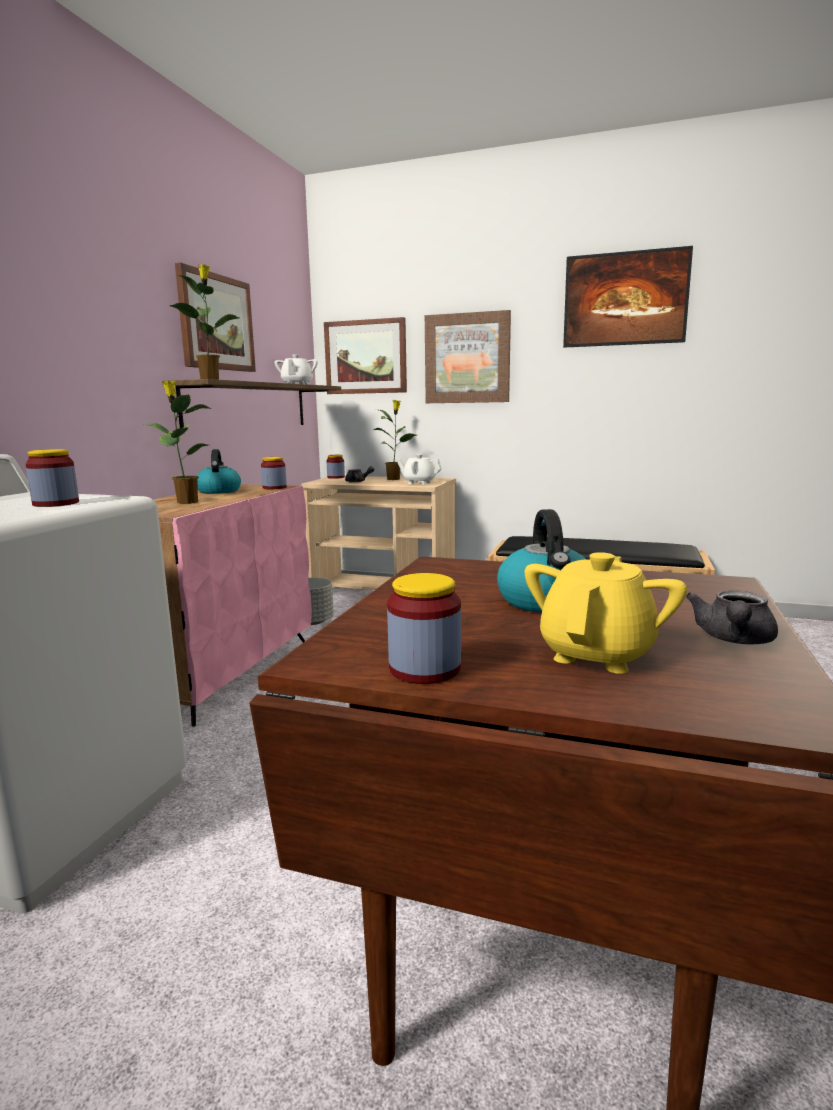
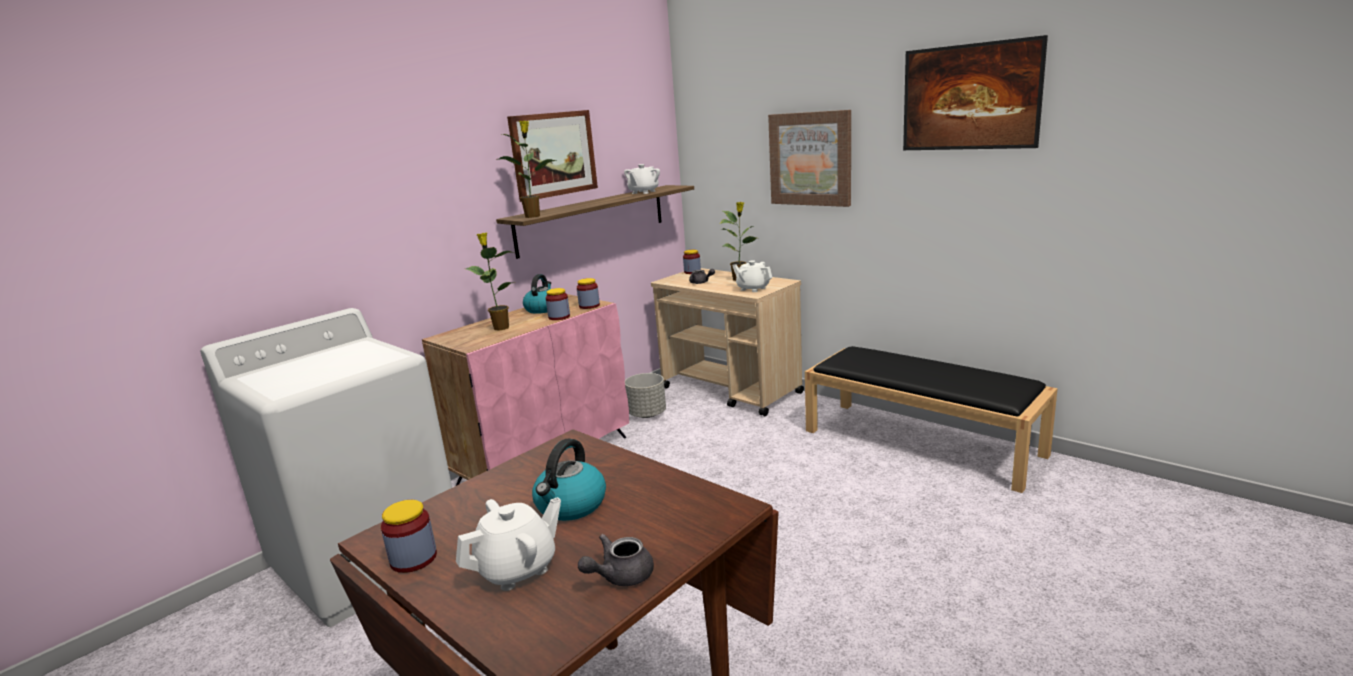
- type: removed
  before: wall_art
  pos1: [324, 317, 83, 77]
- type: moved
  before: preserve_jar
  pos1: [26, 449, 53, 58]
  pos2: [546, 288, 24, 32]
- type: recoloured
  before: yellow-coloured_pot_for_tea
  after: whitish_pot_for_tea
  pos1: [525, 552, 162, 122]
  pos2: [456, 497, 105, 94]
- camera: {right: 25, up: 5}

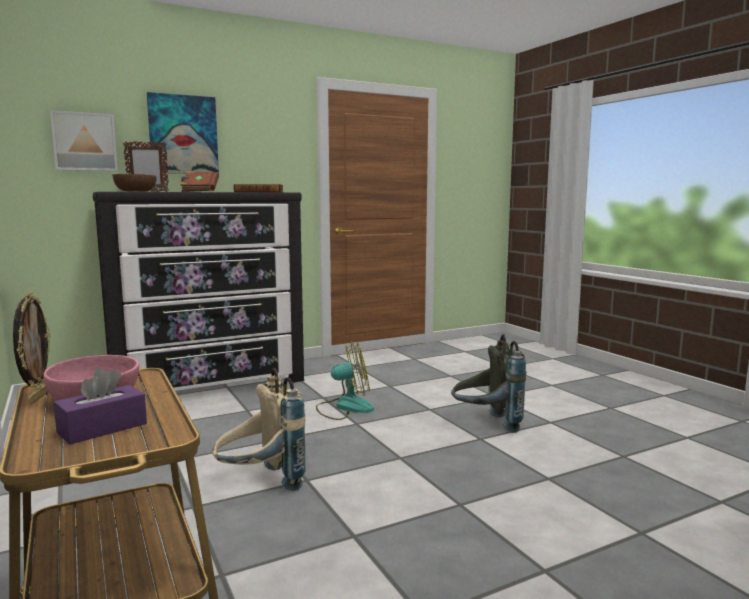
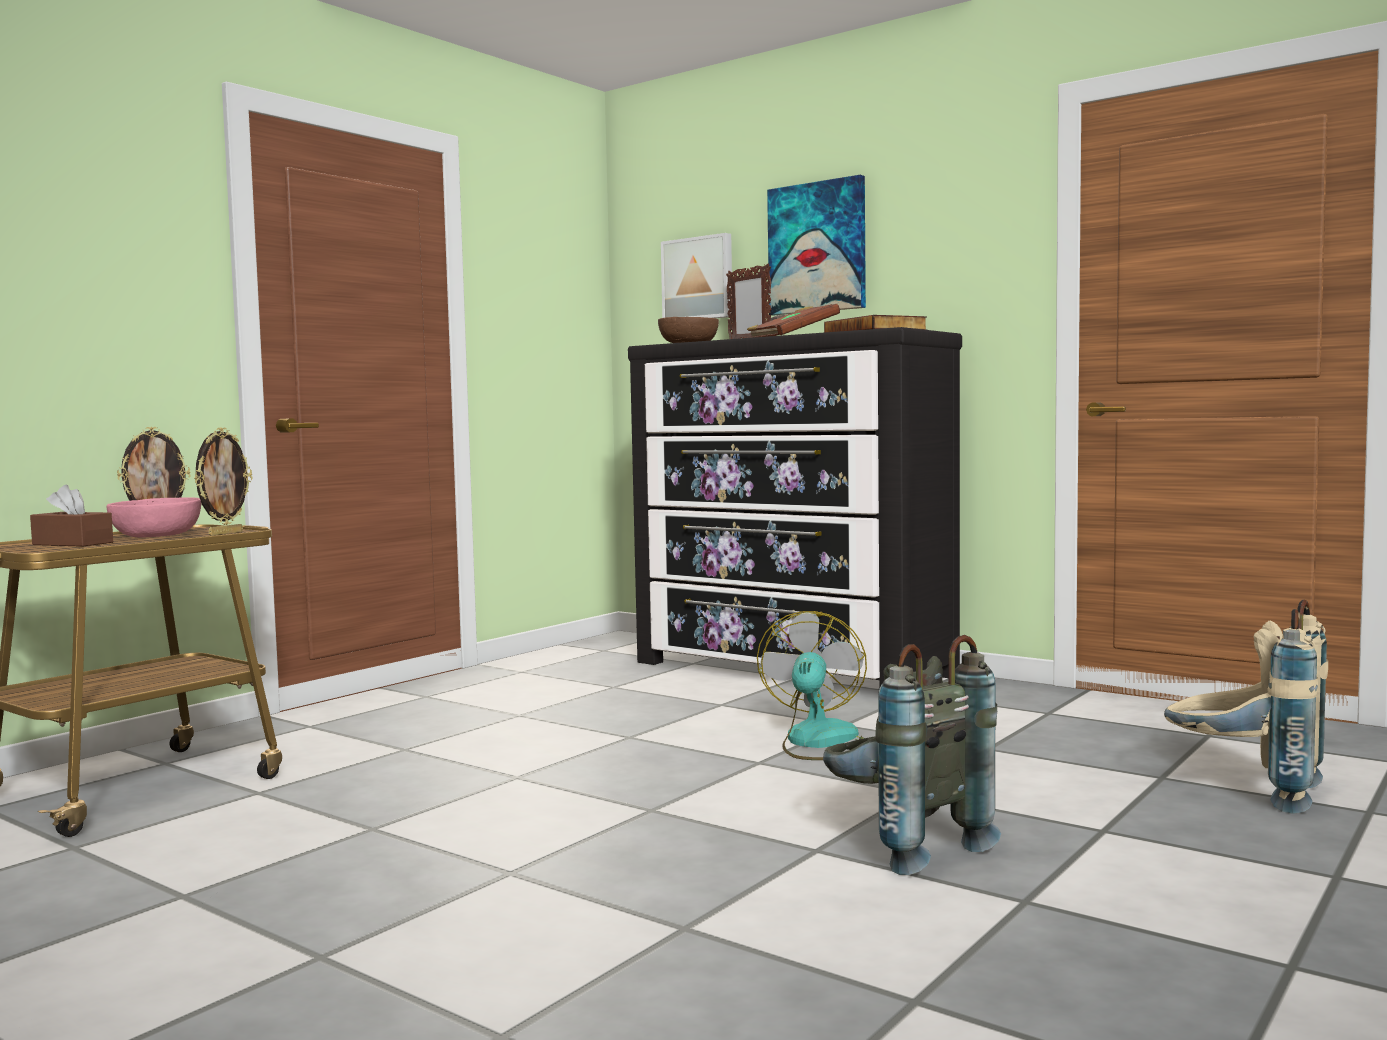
- type: added
  after: photo_frame
  pos2: [194, 427, 59, 109]
- type: moved
  before: beige-coloured_backpack
  pos1: [212, 368, 94, 123]
  pos2: [1164, 600, 164, 214]
- type: recoloured
  before: purplish_box_of_tissues
  after: brown_box_of_tissues
  pos1: [53, 367, 94, 77]
  pos2: [30, 485, 83, 62]
- type: turned
  before: cooling_fan
  pos1: [316, 341, 58, 79]
  pos2: [757, 611, 110, 149]
  turn: -135
- camera: {right: 65, up: -5}

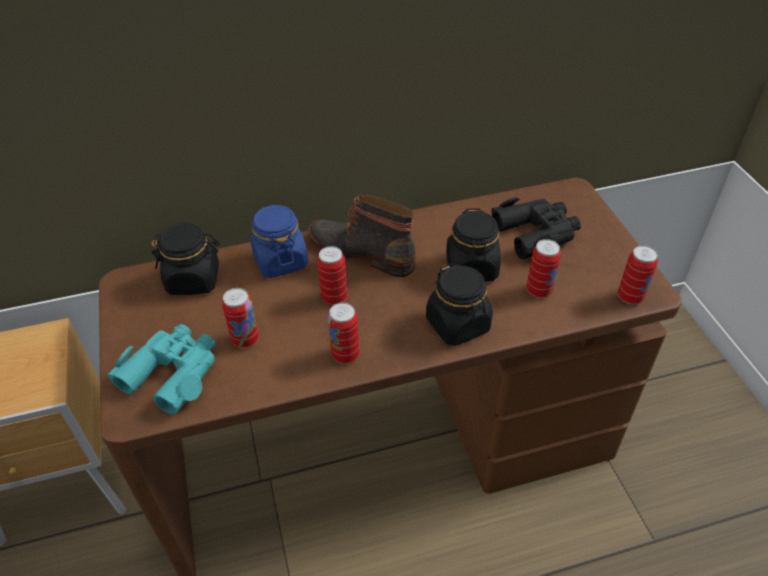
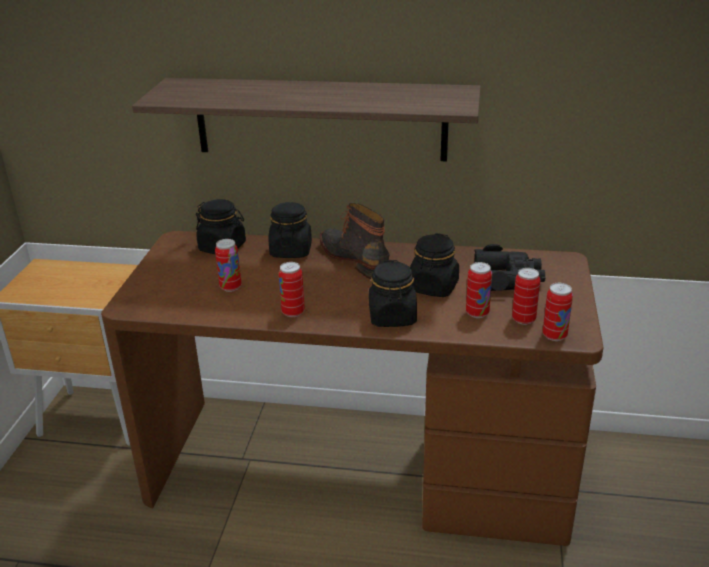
- type: removed
  before: turquoise_field_glasses
  pos1: [107, 324, 109, 91]
- type: added
  after: shelf
  pos2: [132, 78, 349, 84]
- type: moved
  before: metal_can
  pos1: [317, 246, 31, 59]
  pos2: [512, 268, 28, 57]
- type: recoloured
  before: bluish_preserve_jar
  after: black-coloured_preserve_jar
  pos1: [250, 204, 59, 74]
  pos2: [268, 202, 44, 56]
- camera: {right: 25, up: -15}

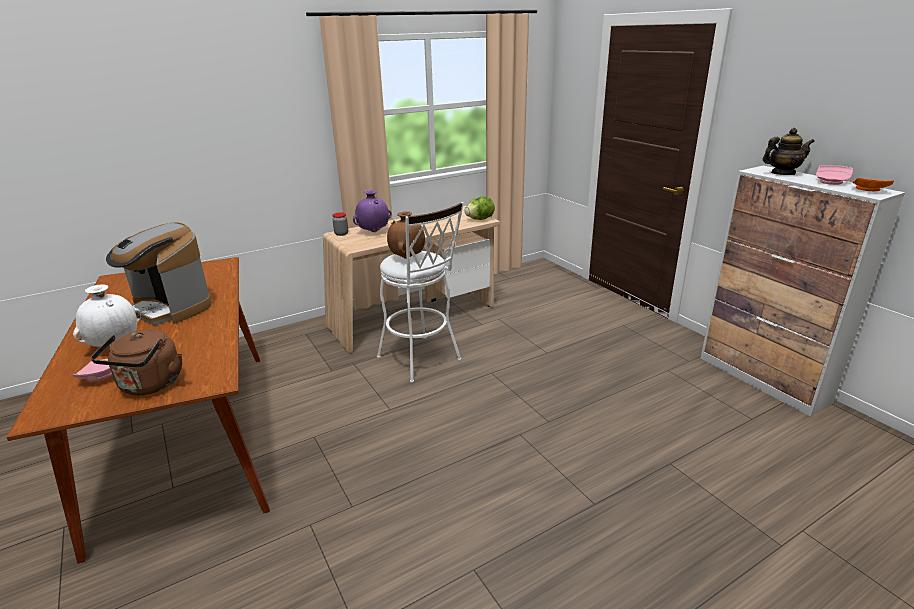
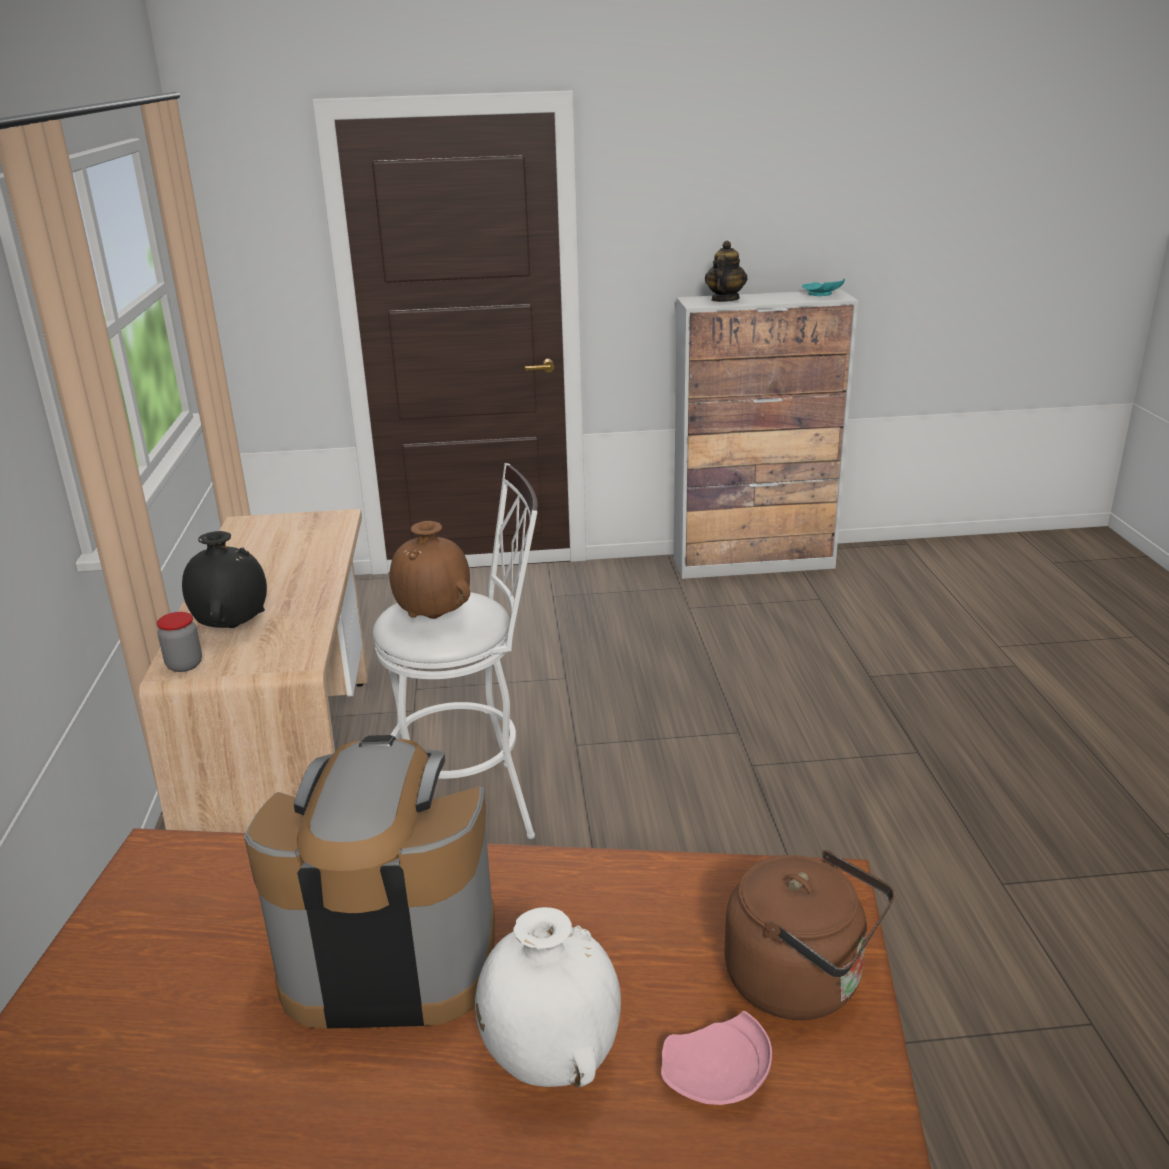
- type: removed
  before: head_of_lettuce
  pos1: [465, 197, 30, 23]
- type: removed
  before: pink-coloured_plate
  pos1: [816, 165, 37, 20]
- type: recoloured
  before: purplish_flower_vase
  after: black-coloured_flower_vase
  pos1: [353, 190, 38, 42]
  pos2: [182, 531, 85, 97]
- type: recoloured
  before: orange_plate
  after: turquoise_plate
  pos1: [852, 178, 42, 13]
  pos2: [802, 278, 43, 18]
- type: turned
  before: coffee_brewer
  pos1: [106, 223, 106, 103]
  pos2: [244, 735, 251, 293]
  turn: -150
- camera: {right: -65, up: 0}

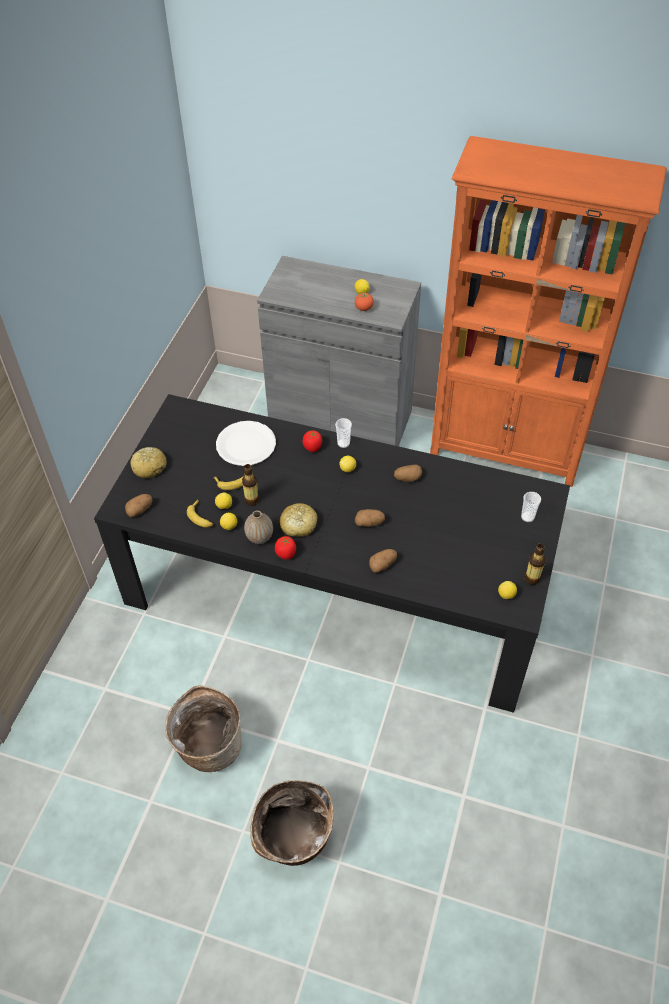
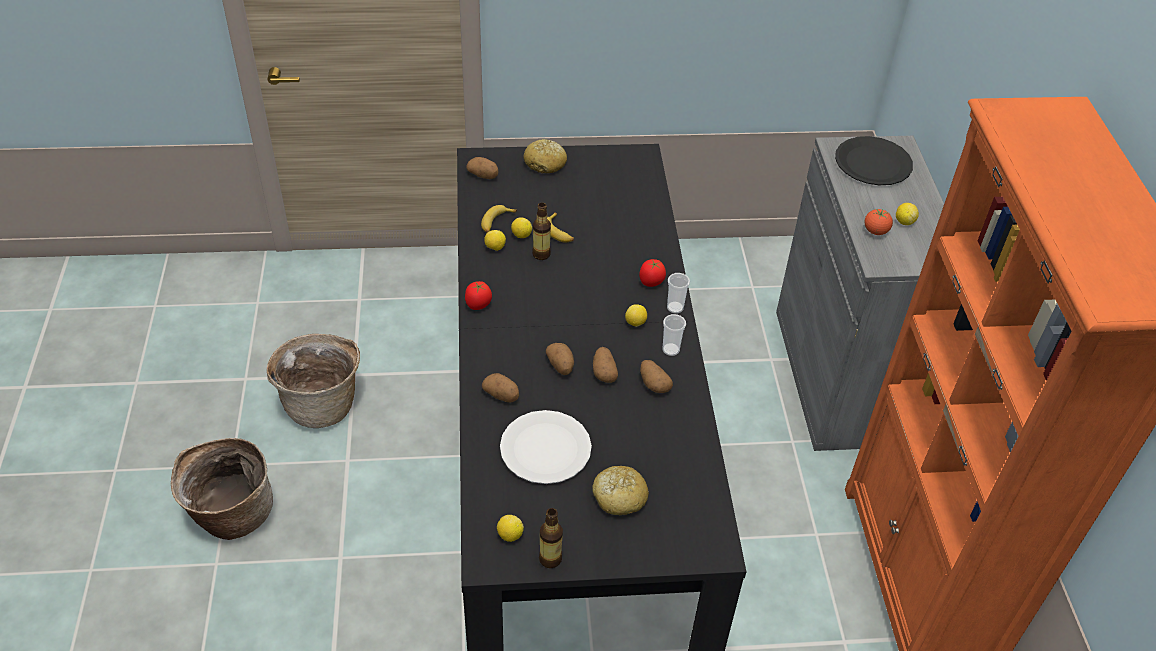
- type: removed
  before: flower_vase
  pos1: [244, 510, 29, 34]
- type: added
  after: potato
  pos2: [593, 347, 25, 36]
- type: added
  after: black-coloured_plate
  pos2: [835, 136, 78, 49]
- type: moved
  before: whitish_plate
  pos1: [216, 421, 60, 45]
  pos2: [500, 410, 92, 74]
- type: moved
  before: bakery_bread
  pos1: [280, 503, 37, 34]
  pos2: [593, 466, 56, 49]
- type: moved
  before: small_cup
  pos1: [521, 492, 20, 30]
  pos2: [662, 314, 24, 42]
- camera: {right: 65, up: -5}

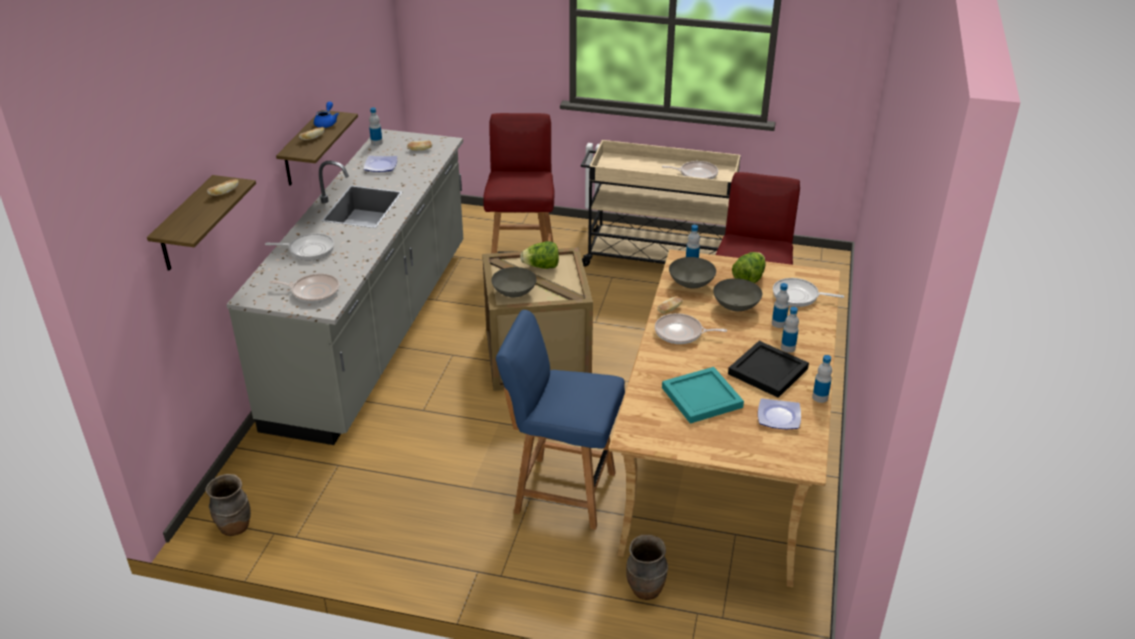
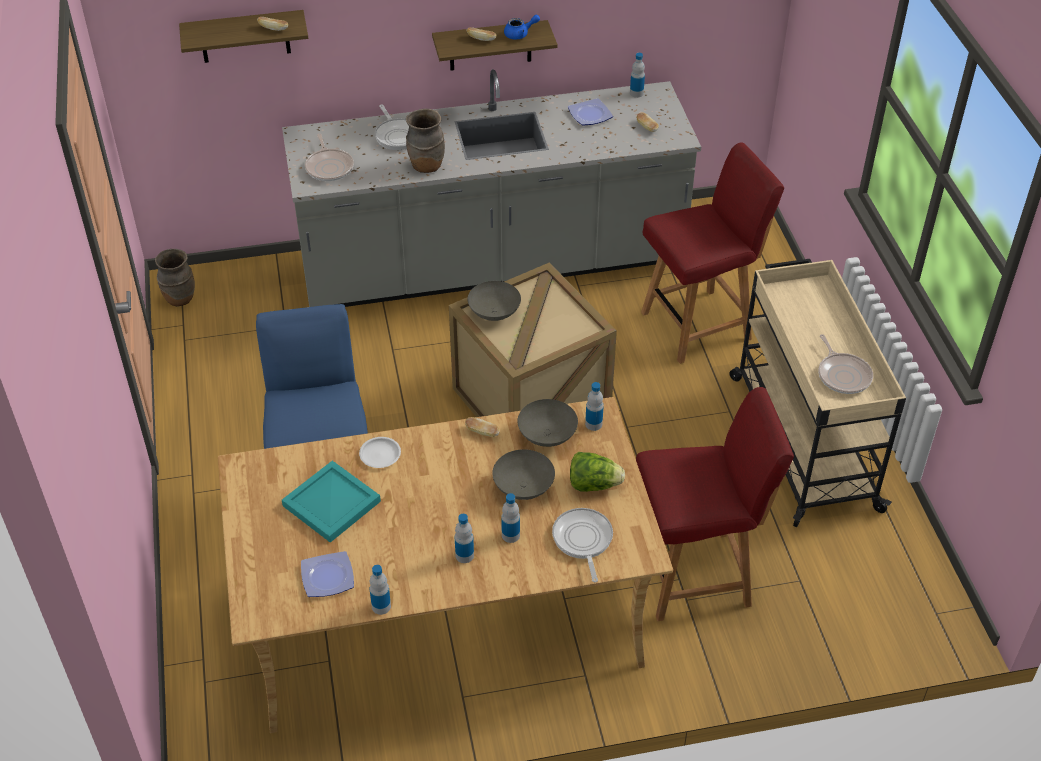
- type: removed
  before: head_of_lettuce
  pos1: [520, 241, 39, 28]
- type: removed
  before: pan
  pos1: [655, 313, 72, 31]
- type: removed
  before: black-coloured_tray
  pos1: [728, 341, 81, 57]
- type: added
  after: whitish_plate
  pos2: [359, 437, 42, 31]
- type: moved
  before: brown_flower_vase
  pos1: [626, 535, 42, 65]
  pos2: [406, 109, 39, 64]
- camera: {right: 65, up: 10}

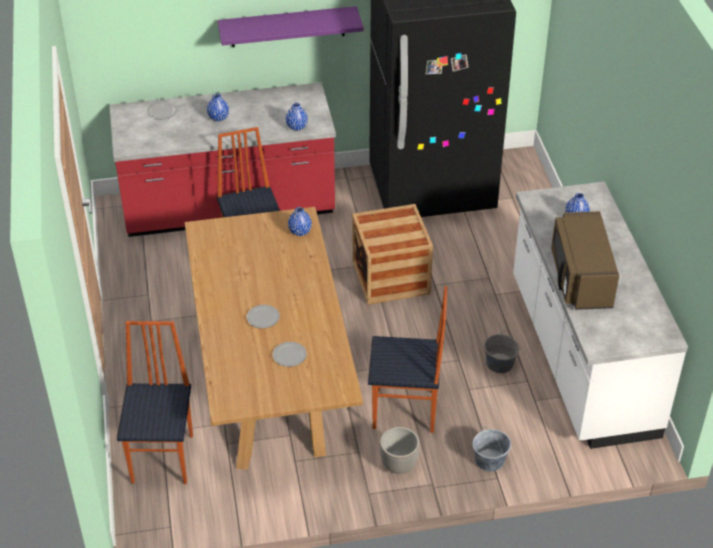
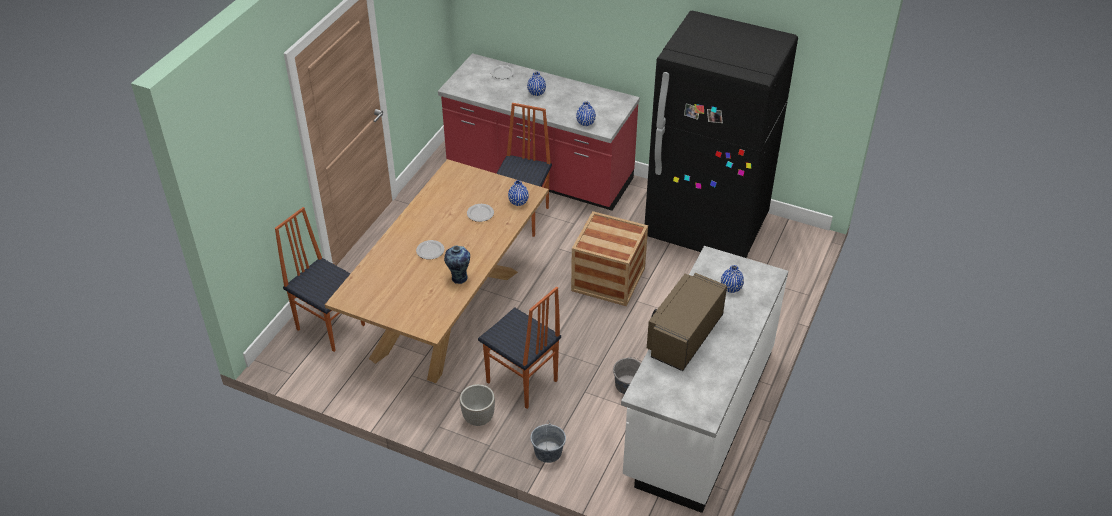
- type: removed
  before: purplish_shelf
  pos1: [217, 6, 147, 41]
- type: added
  after: flower_vase
  pos2: [444, 246, 26, 38]
- type: moved
  before: plate
  pos1: [273, 342, 34, 25]
  pos2: [467, 204, 27, 18]
- type: turned
  before: plain_chair
  pos1: [117, 321, 76, 163]
  pos2: [275, 207, 90, 145]
  turn: -90
- camera: {right: 35, up: 0}

